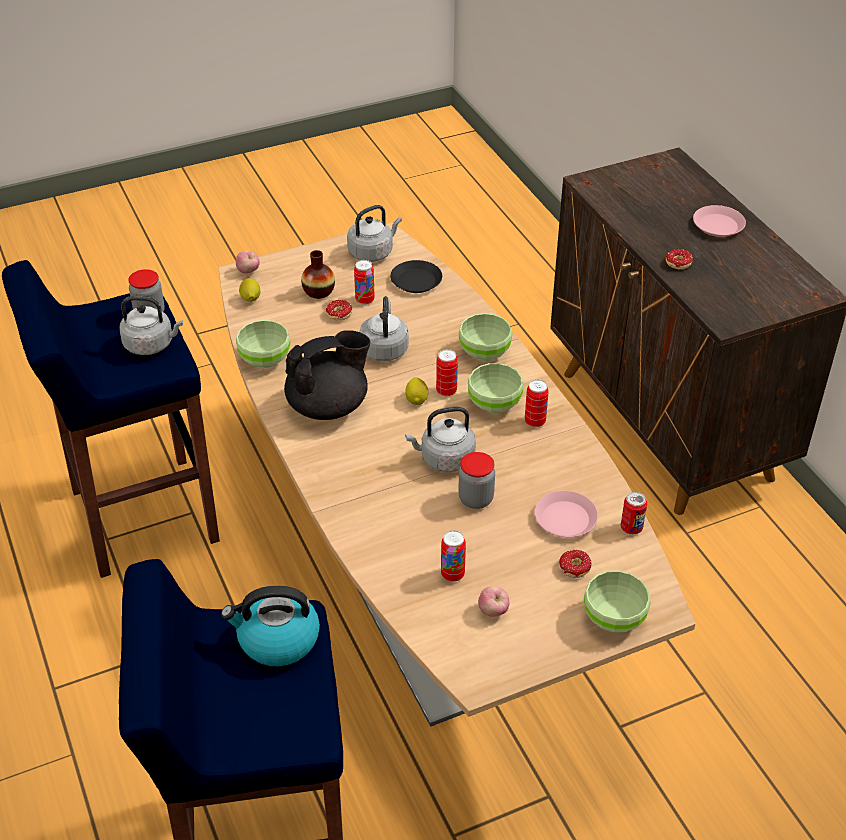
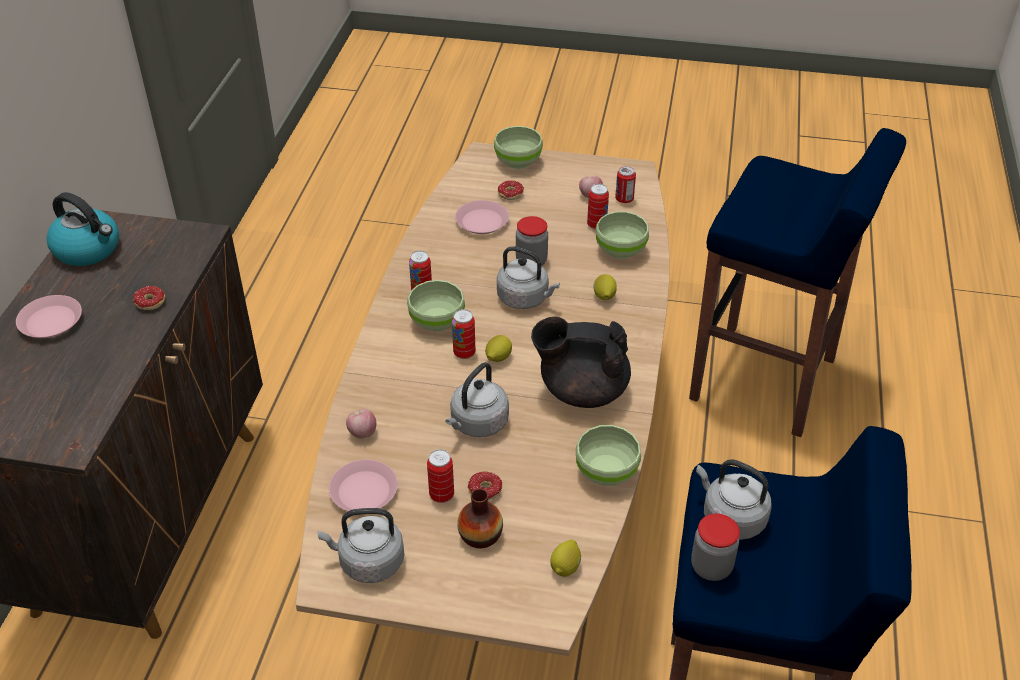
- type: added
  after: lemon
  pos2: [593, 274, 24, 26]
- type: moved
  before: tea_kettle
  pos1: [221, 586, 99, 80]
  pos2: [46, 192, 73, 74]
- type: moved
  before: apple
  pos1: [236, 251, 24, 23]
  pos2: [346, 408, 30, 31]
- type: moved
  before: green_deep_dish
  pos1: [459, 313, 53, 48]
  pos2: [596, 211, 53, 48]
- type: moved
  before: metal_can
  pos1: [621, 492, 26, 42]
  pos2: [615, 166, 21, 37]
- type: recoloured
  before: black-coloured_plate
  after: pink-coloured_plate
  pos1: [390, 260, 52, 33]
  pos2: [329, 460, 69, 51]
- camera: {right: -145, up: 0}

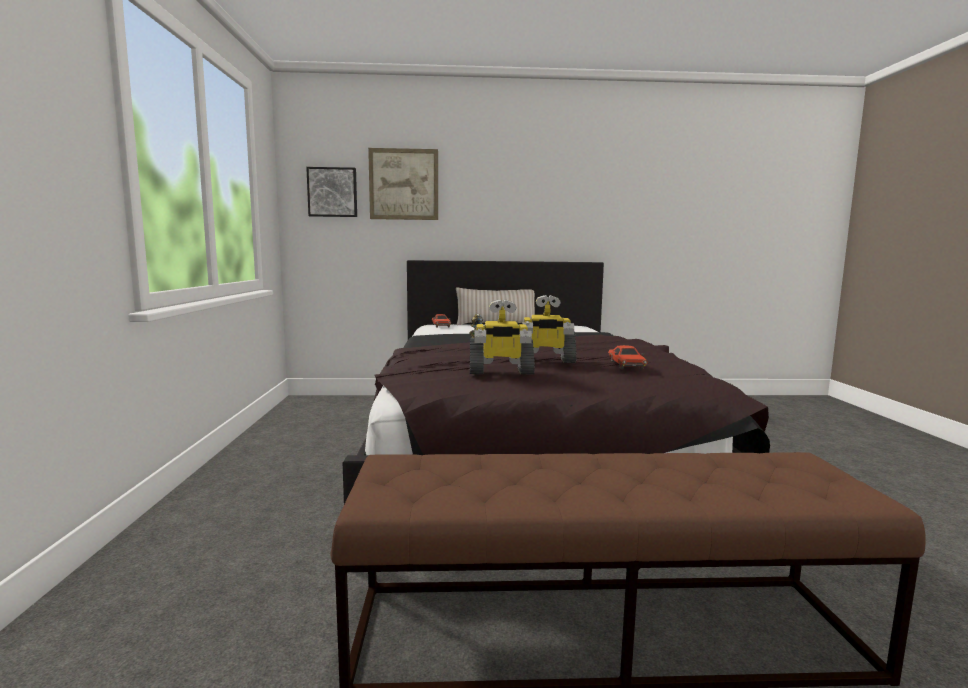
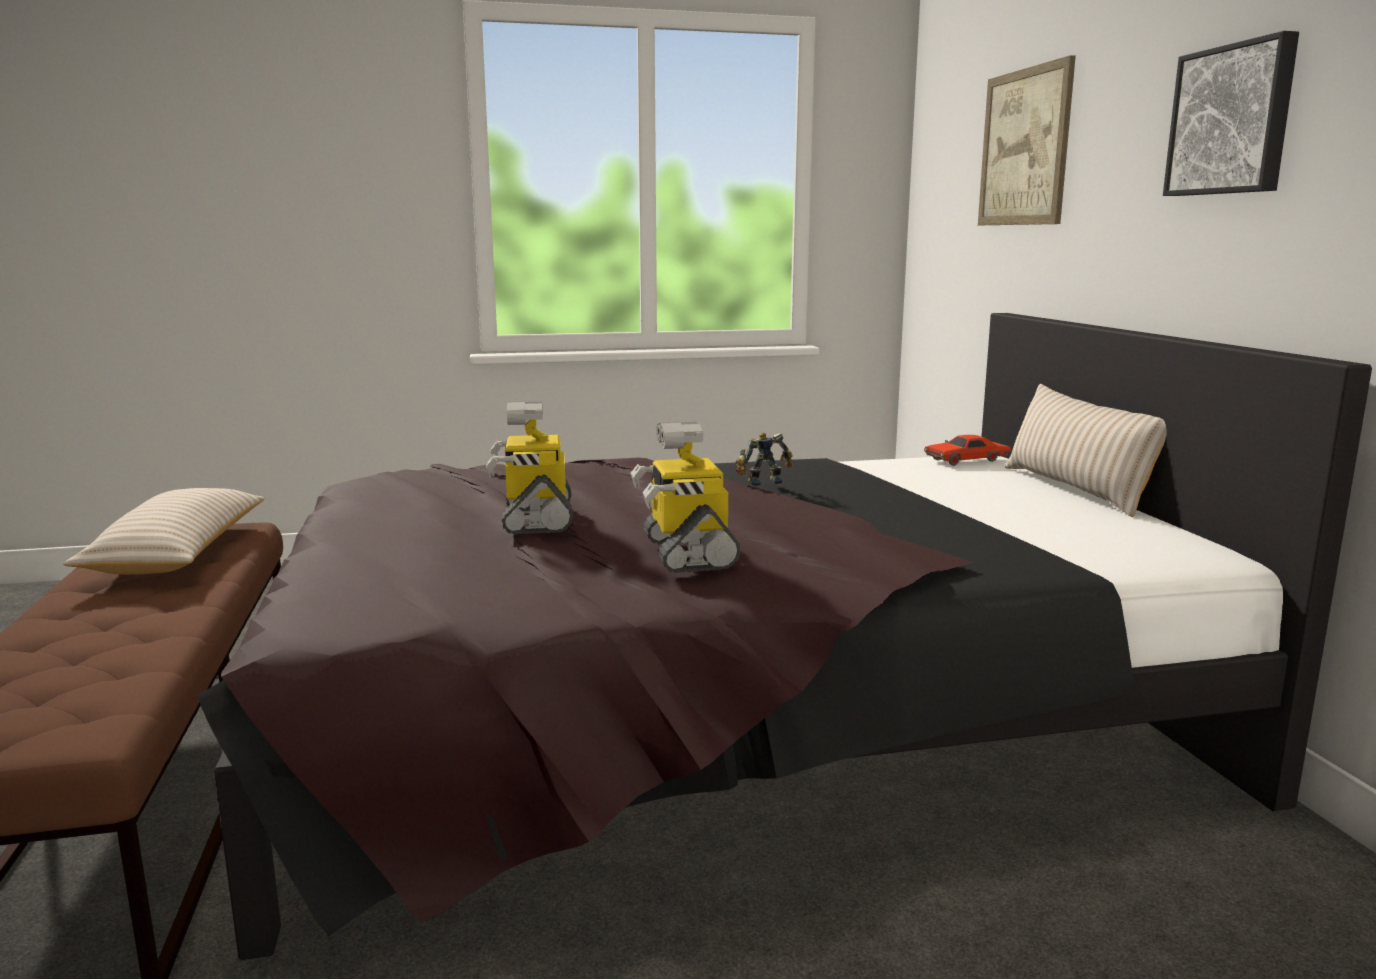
- type: removed
  before: red_miniature_car
  pos1: [608, 345, 40, 24]
- type: added
  after: beige-coloured_cushion
  pos2: [63, 488, 202, 87]
- type: moved
  before: wall_art
  pos1: [306, 167, 51, 50]
  pos2: [1163, 31, 136, 165]
- type: moved
  before: robot_figure
  pos1: [470, 299, 65, 76]
  pos2: [631, 421, 109, 152]
- camera: {right: 80, up: 5}

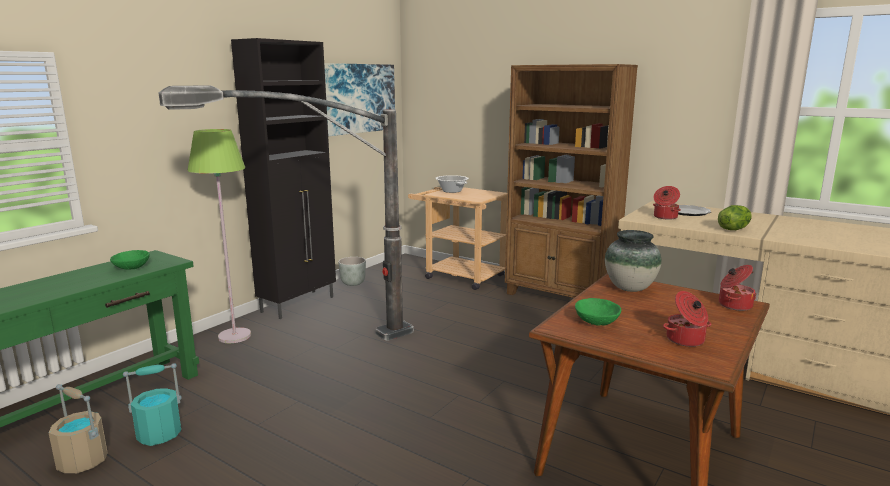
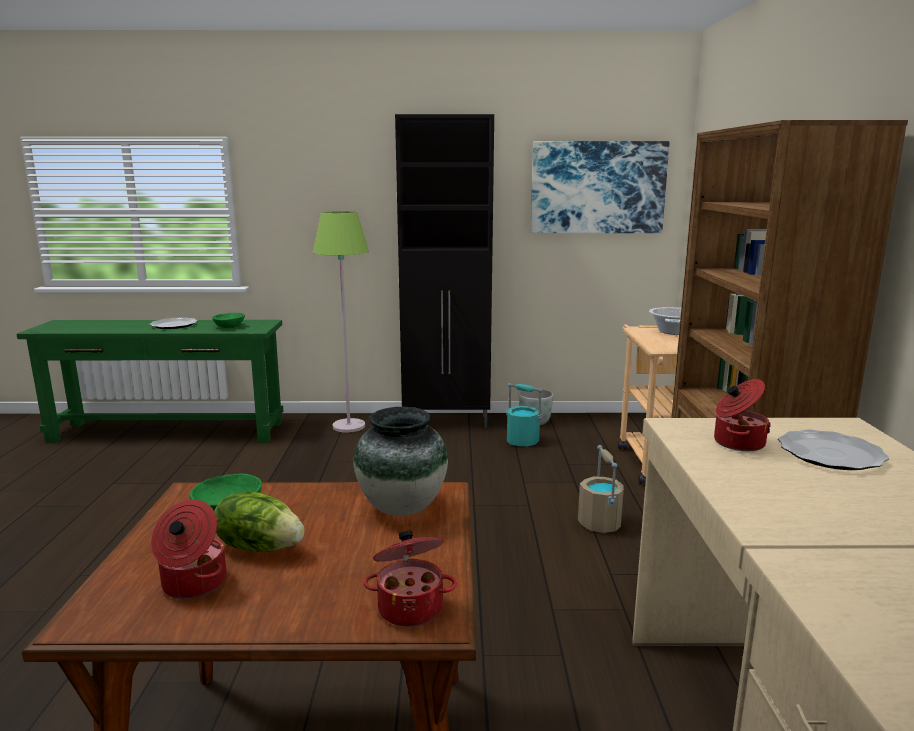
- type: removed
  before: standard_lamp
  pos1: [159, 86, 255, 254]
- type: added
  after: plate
  pos2: [150, 317, 48, 12]
- type: moved
  before: beige-coloured_water_bucket
  pos1: [48, 384, 60, 89]
  pos2: [578, 445, 46, 88]
- type: moved
  before: turquoise_water_bucket
  pos1: [123, 363, 59, 83]
  pos2: [507, 383, 35, 63]
- type: moved
  before: head_of_lettuce
  pos1: [718, 205, 34, 25]
  pos2: [214, 492, 91, 60]
- camera: {right: 55, up: 0}

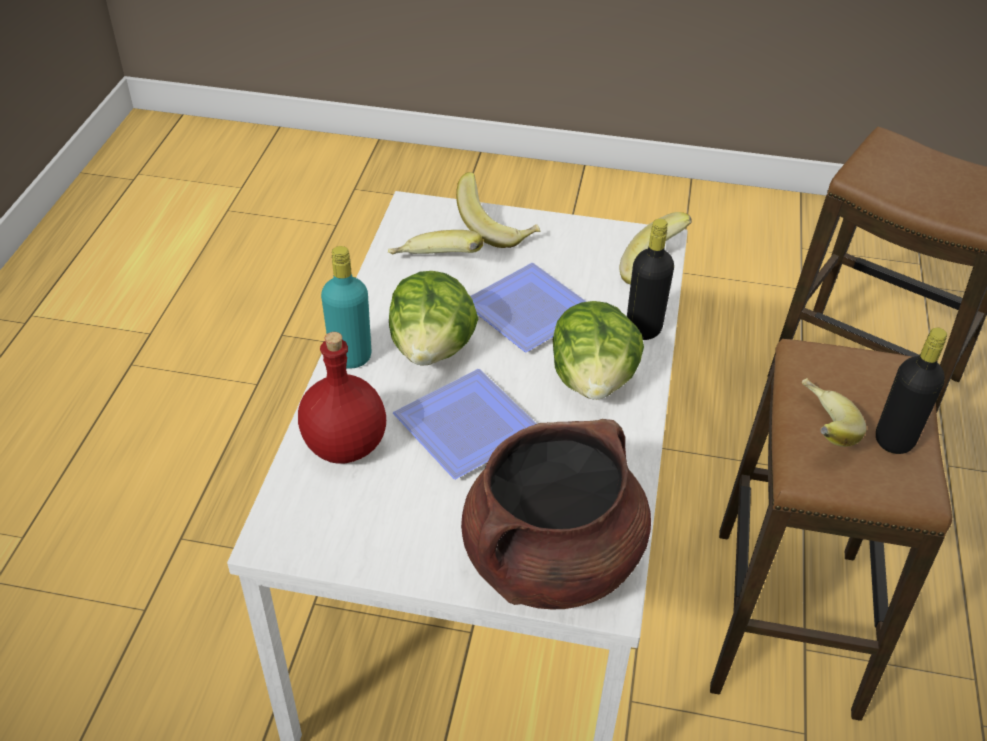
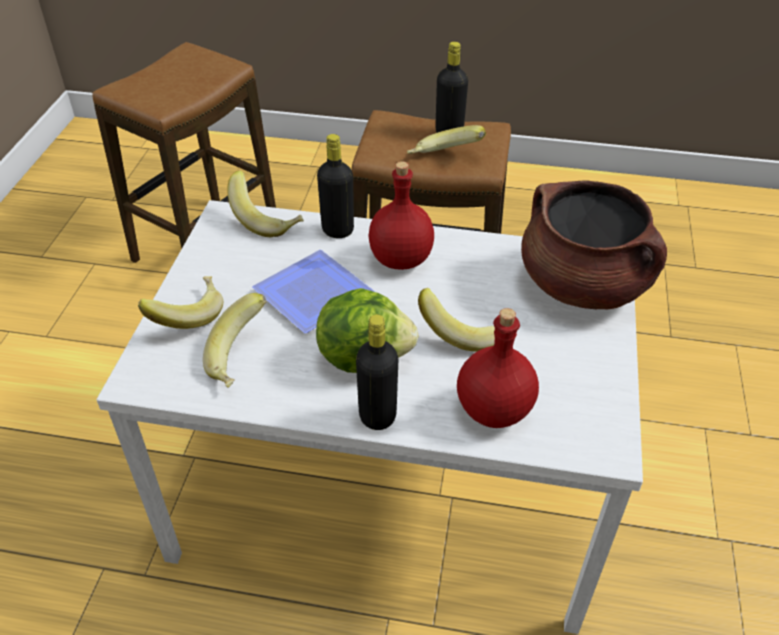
- type: replaced
  before: plate
  after: banana
  pos1: [393, 369, 144, 110]
  pos2: [418, 288, 77, 64]
- type: replaced
  before: head_of_lettuce
  after: red_bottle
  pos1: [553, 301, 91, 99]
  pos2: [368, 161, 66, 109]
- type: recoloured
  before: turquoise_bottle
  after: black-coloured_bottle
  pos1: [321, 246, 51, 123]
  pos2: [356, 314, 42, 116]
- camera: {right: -90, up: 0}

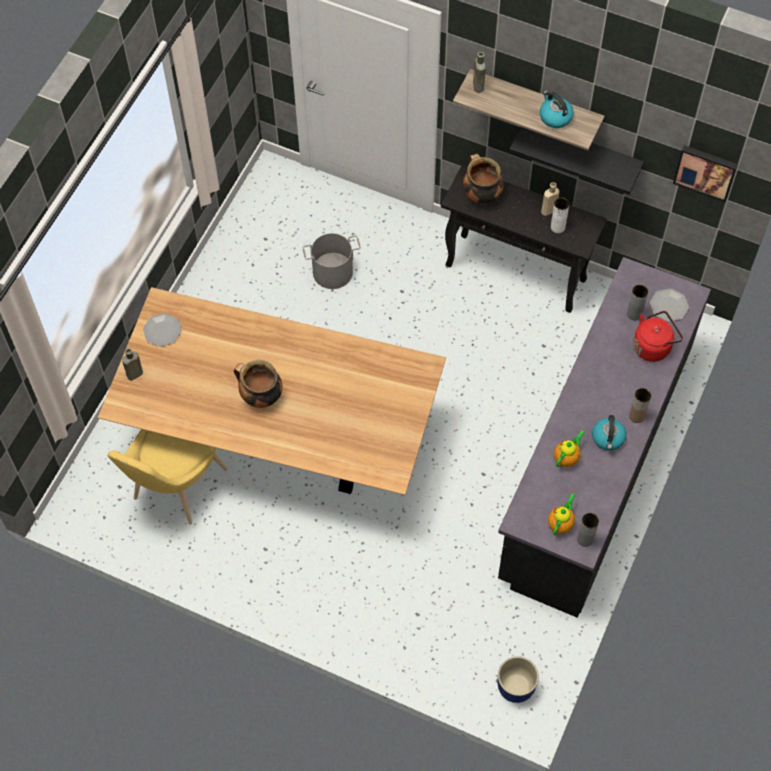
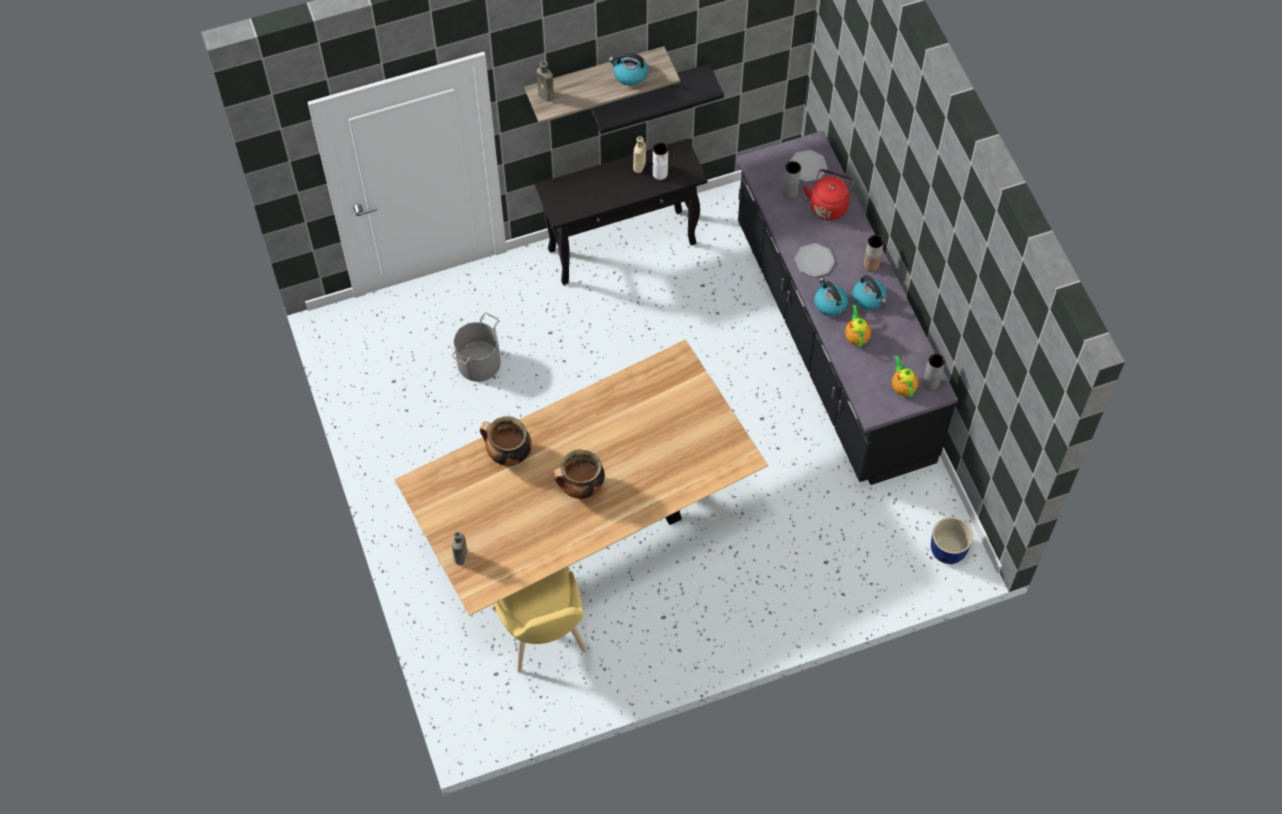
- type: removed
  before: wall_art
  pos1: [673, 145, 65, 57]
- type: added
  after: tea_kettle
  pos2: [814, 278, 34, 38]
- type: moved
  before: plate
  pos1: [143, 313, 39, 34]
  pos2: [795, 243, 40, 34]
- type: moved
  before: saucepot
  pos1: [463, 154, 41, 51]
  pos2: [480, 416, 52, 50]
- camera: {right: -45, up: 0}

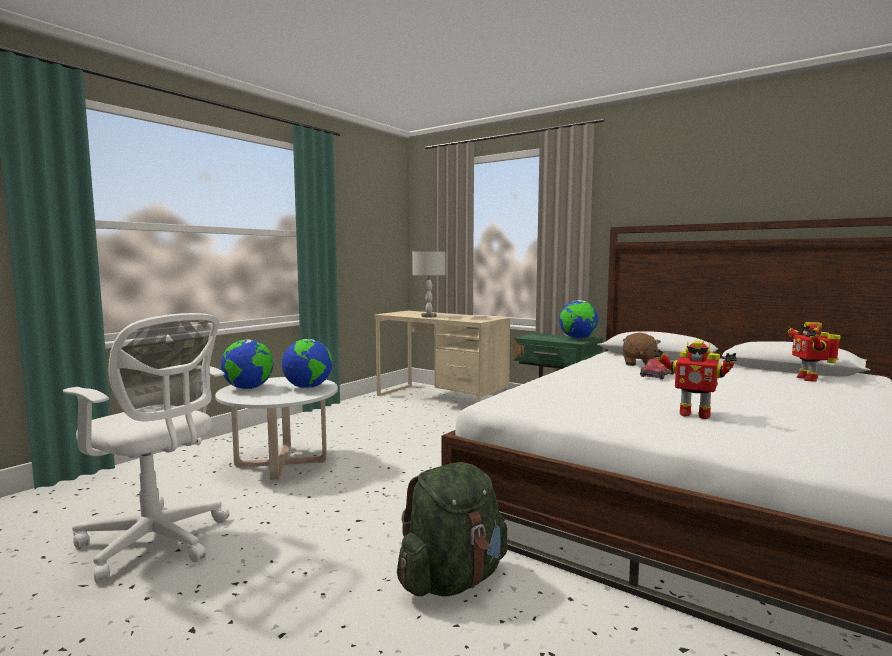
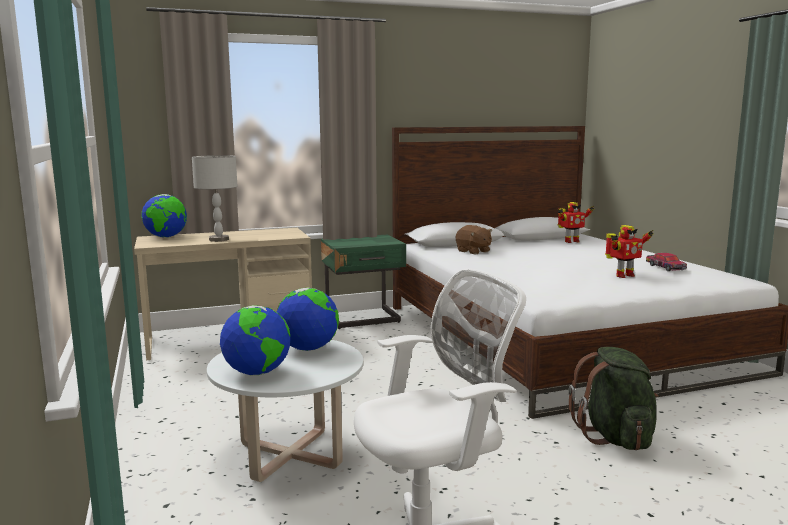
- type: moved
  before: desk_globe
  pos1: [559, 300, 40, 39]
  pos2: [141, 194, 46, 44]
- type: moved
  before: miniature_car
  pos1: [640, 358, 34, 21]
  pos2: [646, 253, 41, 18]
- type: turned
  before: robot_figure
  pos1: [785, 322, 56, 59]
  pos2: [558, 202, 36, 41]
  turn: -60
- camera: {right: -55, up: 5}

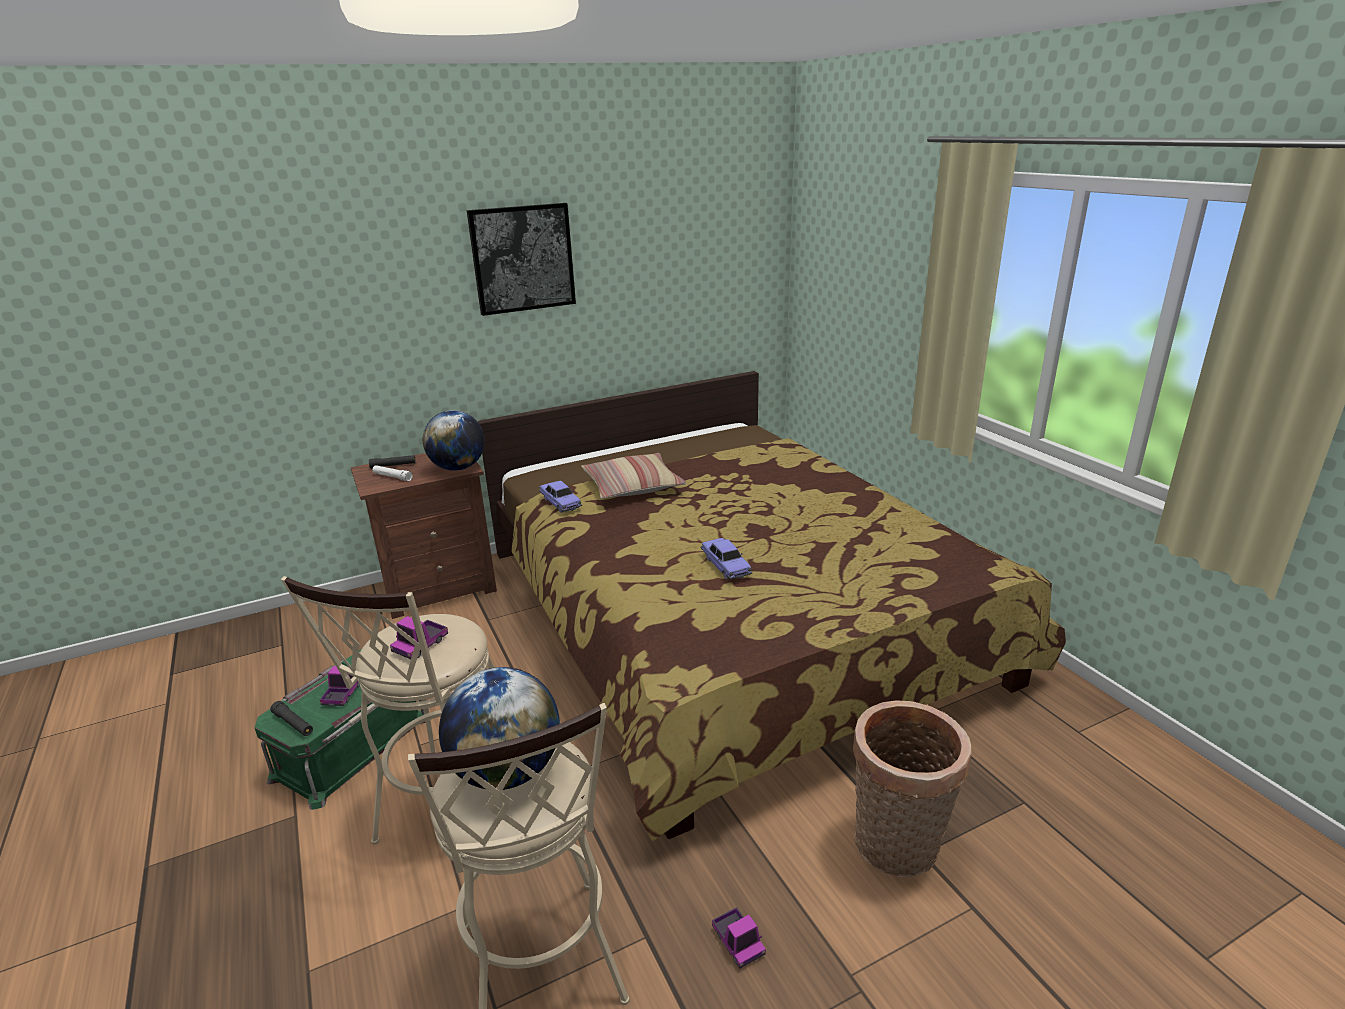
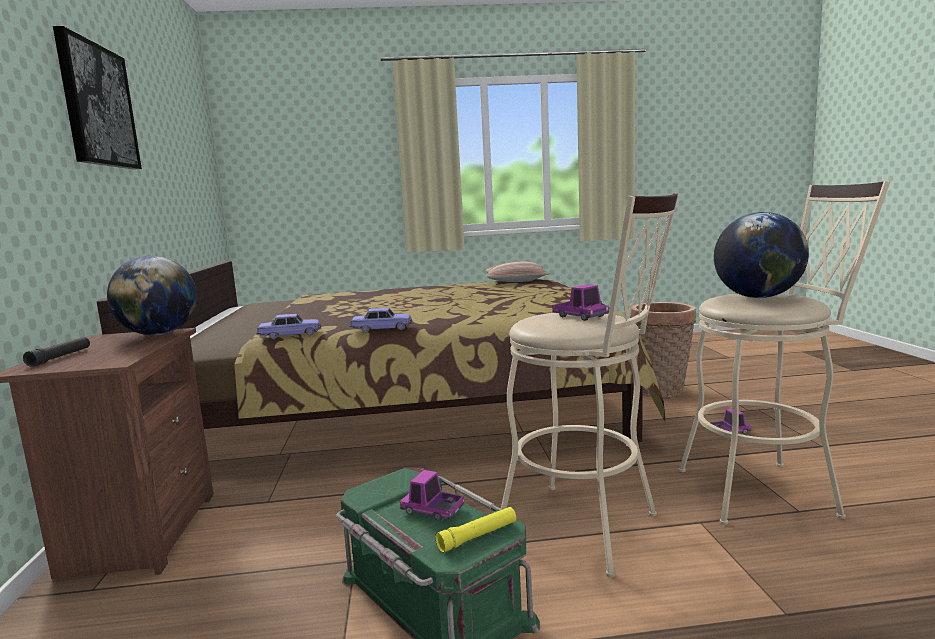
- type: removed
  before: whitish_hand_torch
  pos1: [373, 465, 40, 16]
- type: moved
  before: cushion
  pos1: [581, 453, 105, 46]
  pos2: [485, 261, 65, 21]
- type: moved
  before: miniature_car
  pos1: [700, 538, 52, 42]
  pos2: [350, 308, 62, 24]
- type: recoloured
  before: black-coloured_hand_torch
  after: yellow-coloured_hand_torch
  pos1: [270, 701, 43, 35]
  pos2: [435, 507, 81, 46]
- camera: {right: -70, up: -15}

